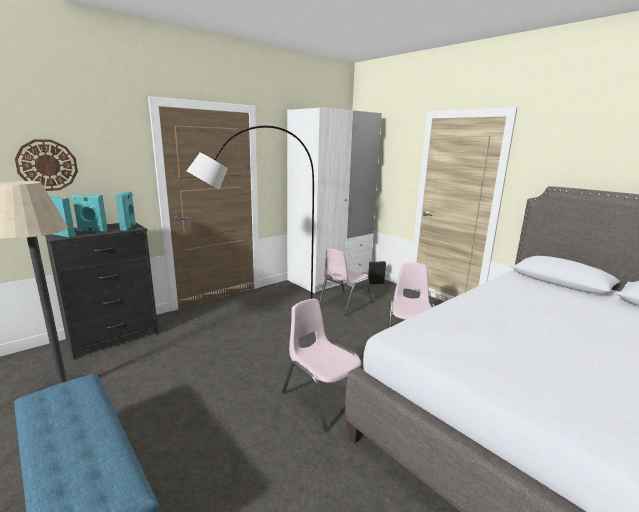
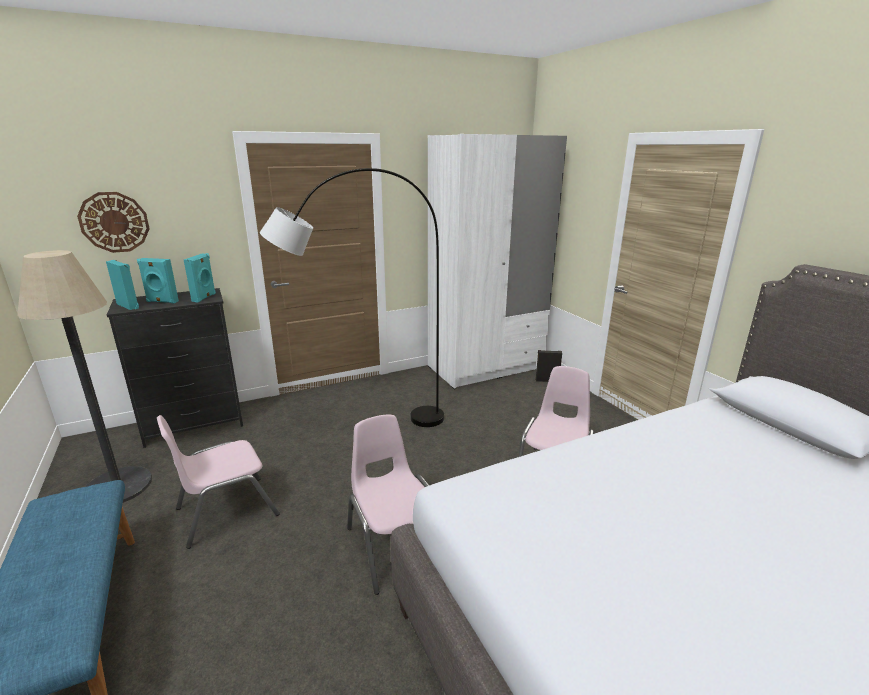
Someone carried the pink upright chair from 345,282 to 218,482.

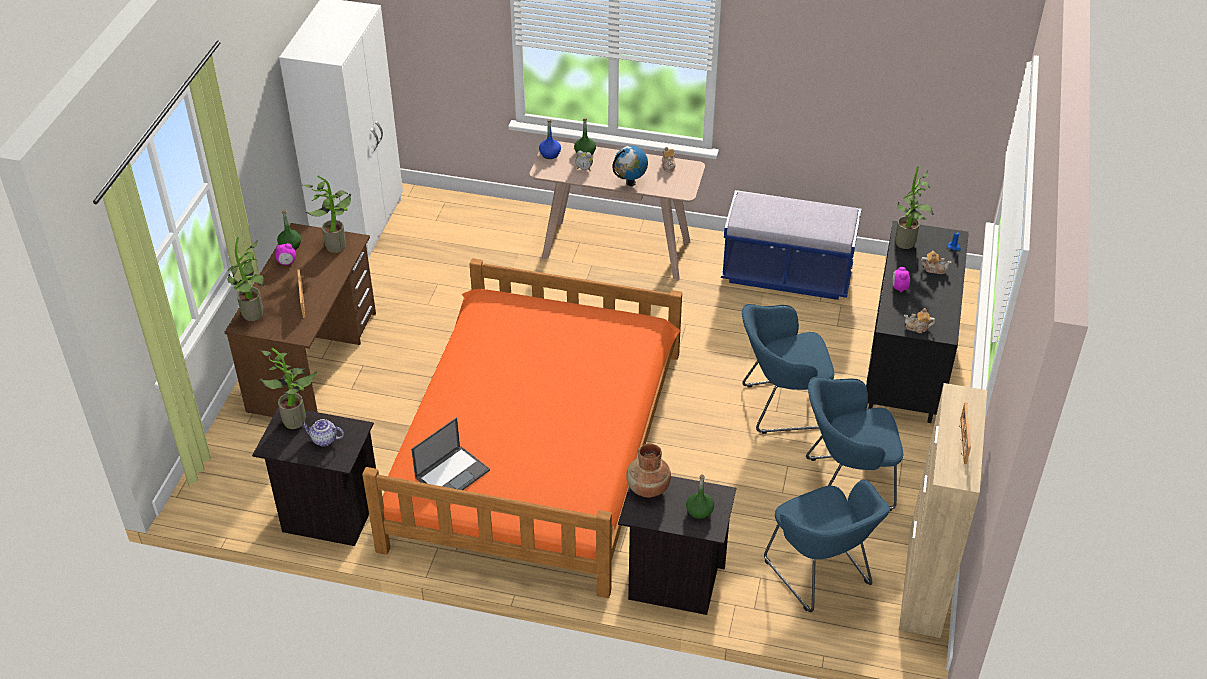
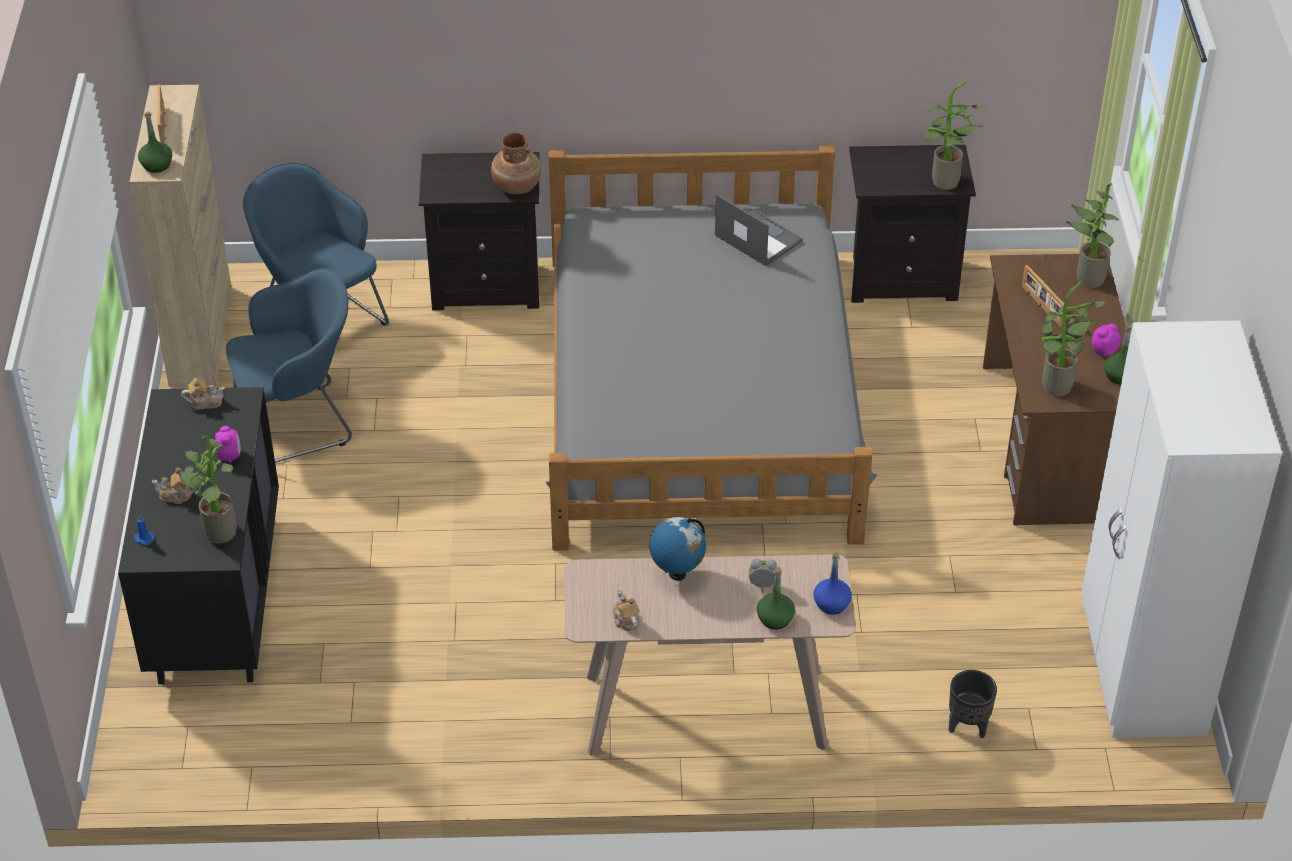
Someone took away the teapot at 322,432.
Someone repainted the orange-coloured bedroom bed at 522,428, which became the greyish bedroom bed at 711,348.
Someone rotated the notebook computer at 450,453 by 105 degrees clockwise.
Someone carried the green-coloured drink bottle from 700,497 to 155,142.
Someone took away the bluish bench at 791,245.
Someone took away the bluish lounge chair at 788,369.
Someone put down the black-coloured flower pot at 973,704.

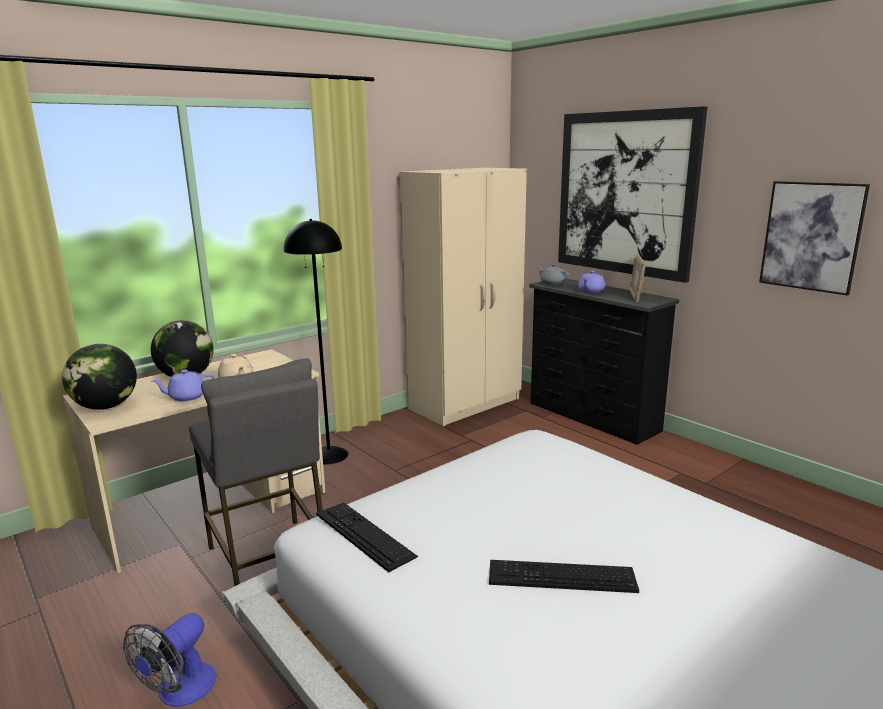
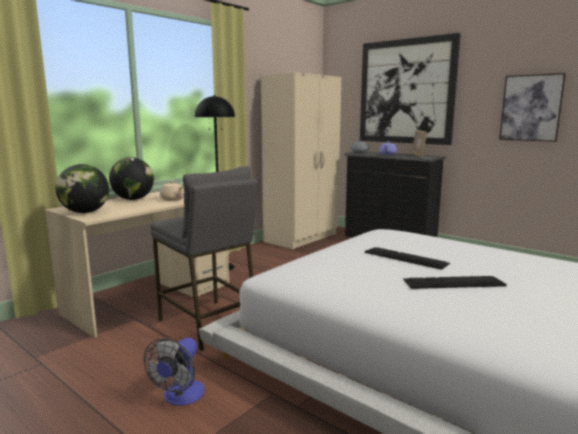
Someone took away the purplish teapot at 183,385.
Someone carried the PC keyboard from 367,537 to 407,258.

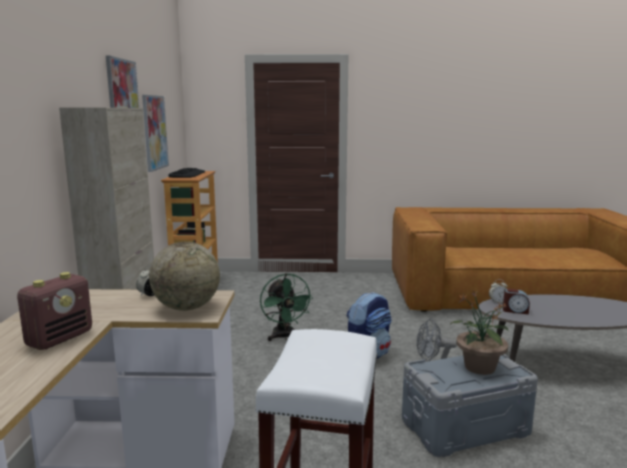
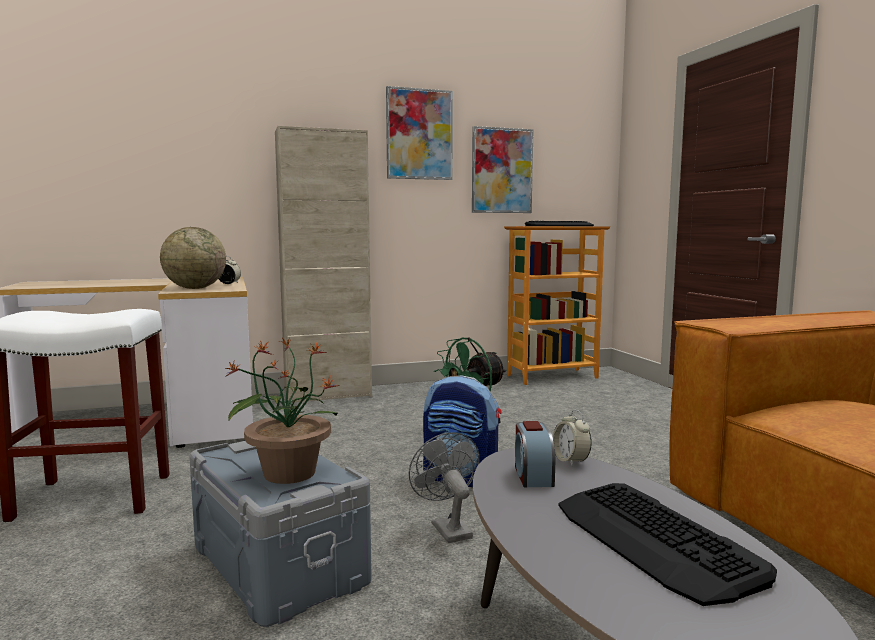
Someone took away the radio set at 54,311.
Someone put down the PC keyboard at 667,544.

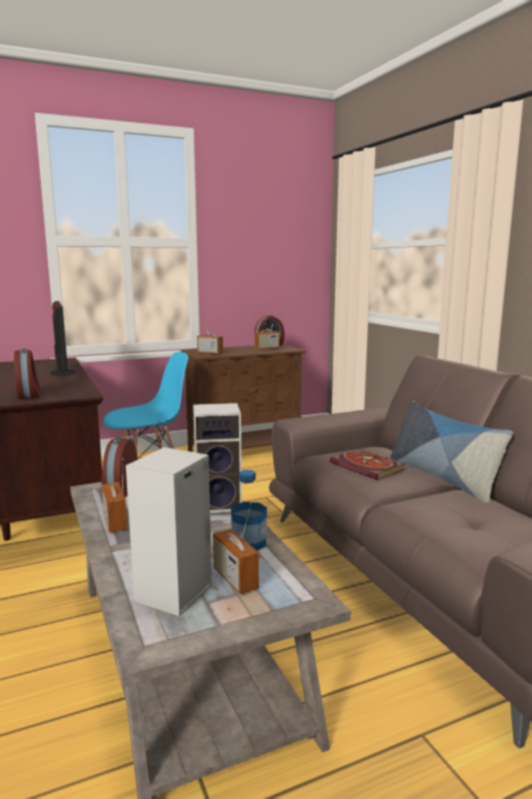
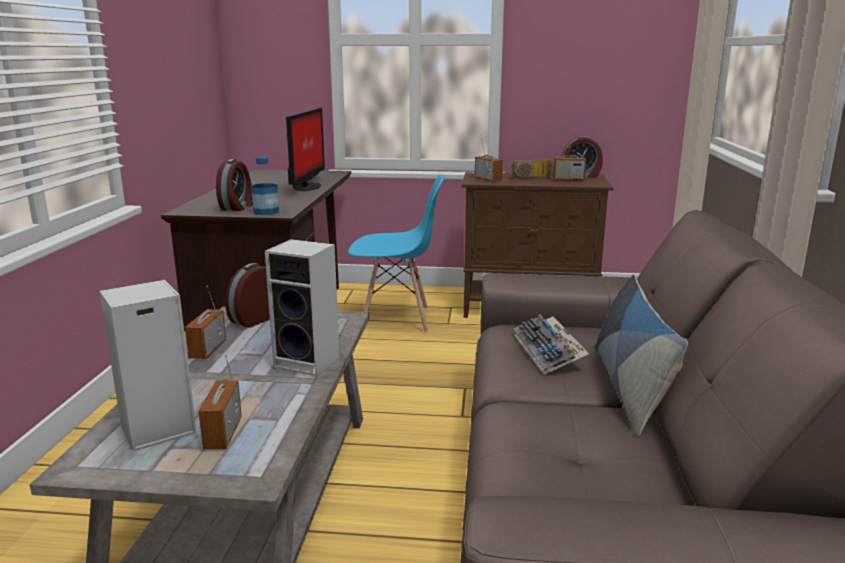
Someone carried the drink bottle from 249,510 to 265,186.
Someone swapped the volume at 367,464 for the PC keyboard at 551,344.
Someone put down the radio set at 531,169.

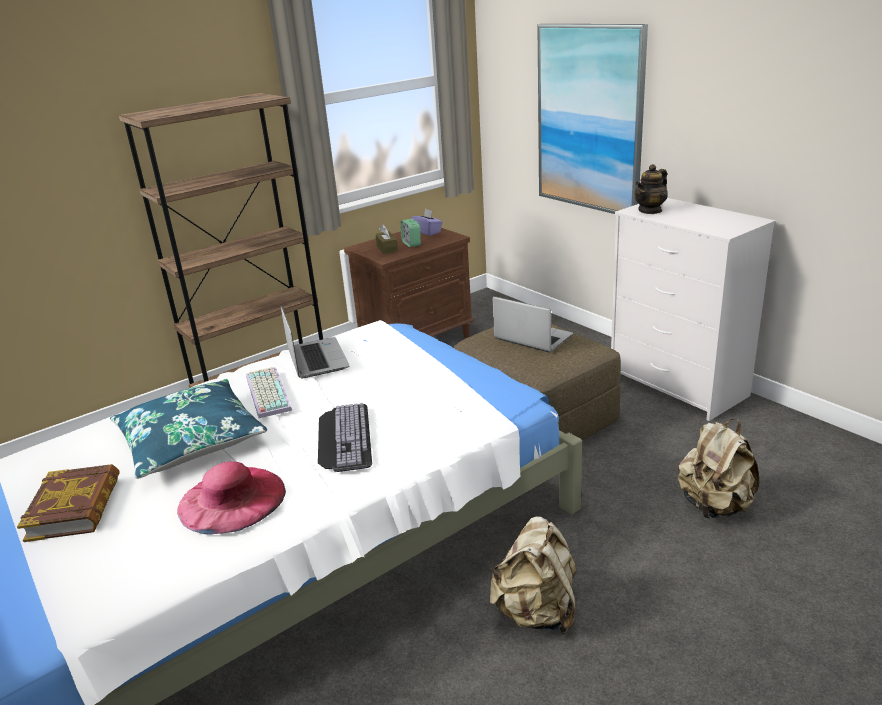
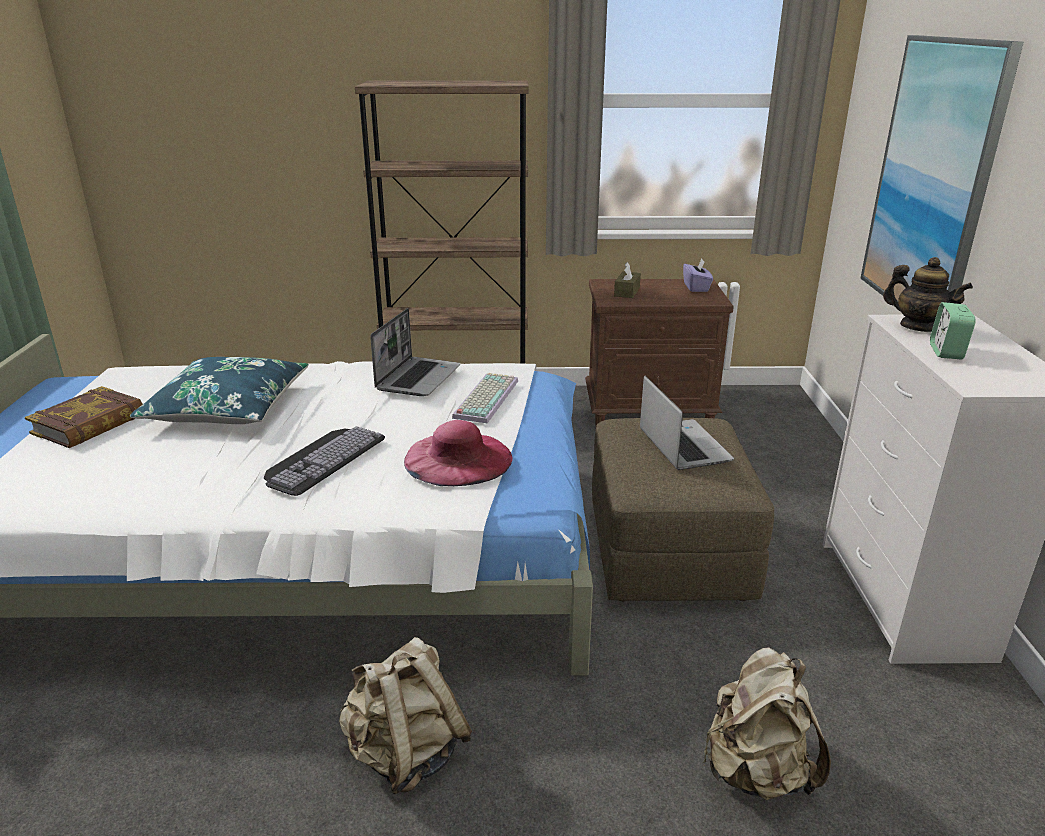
Someone carried the pink hat from 231,498 to 458,453.
Someone carried the PC keyboard from 269,392 to 485,398.
Someone carried the alarm clock from 411,233 to 953,331.
Someone rotated the teapot at 650,189 by 135 degrees counterclockwise.

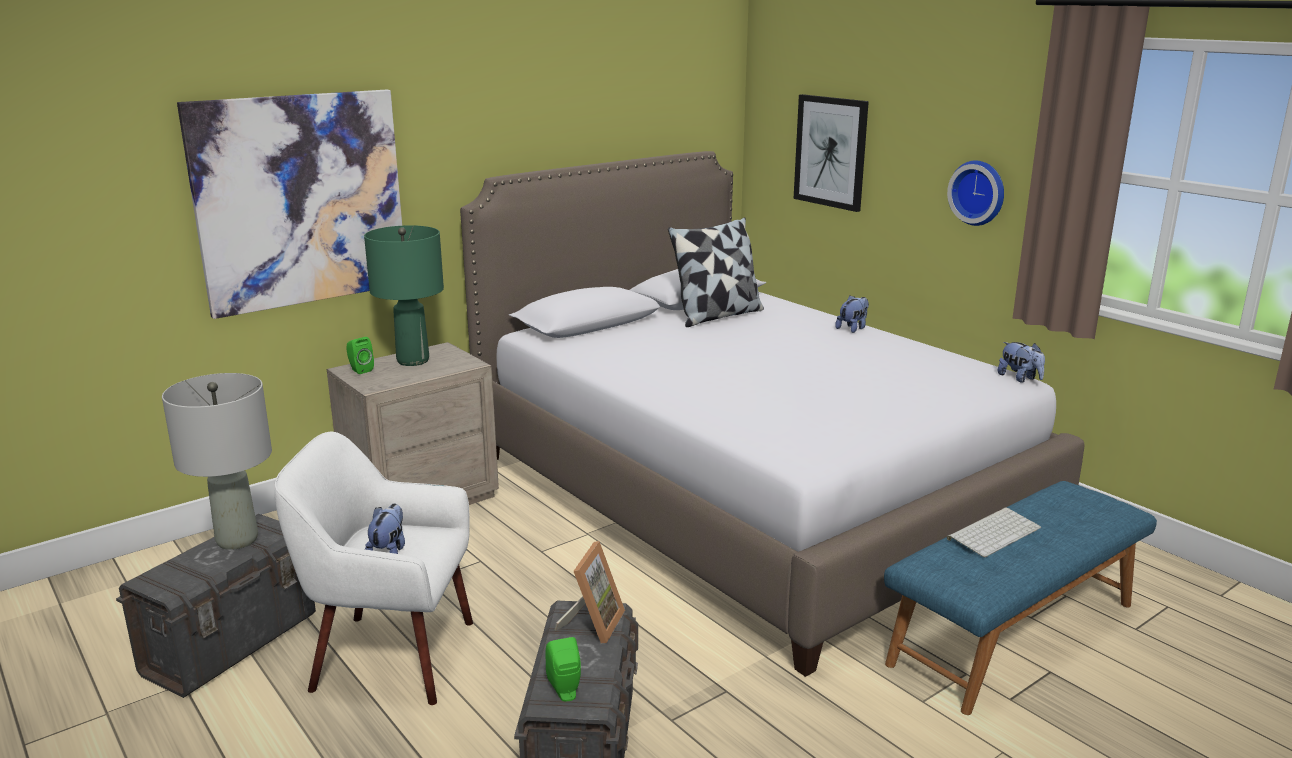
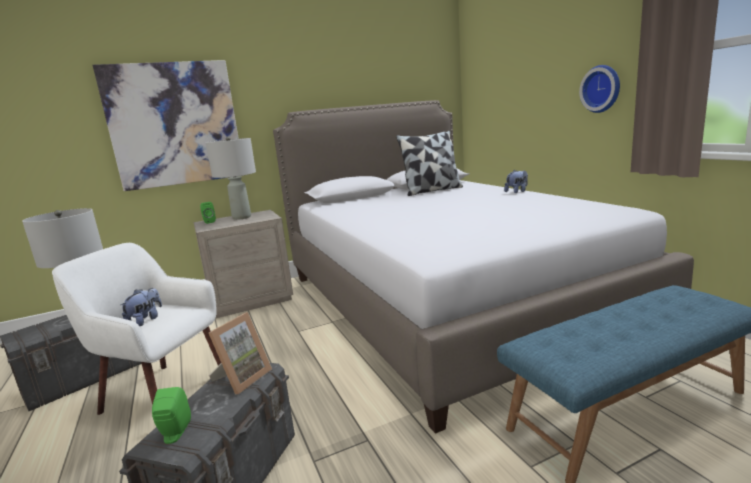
Someone repainted the green-coloured tabletop lamp at 404,295, which became the greyish tabletop lamp at 231,178.
Someone took away the wall art at 831,153.
Someone took away the PC keyboard at 994,532.
Someone took away the cuddly toy at 1021,362.

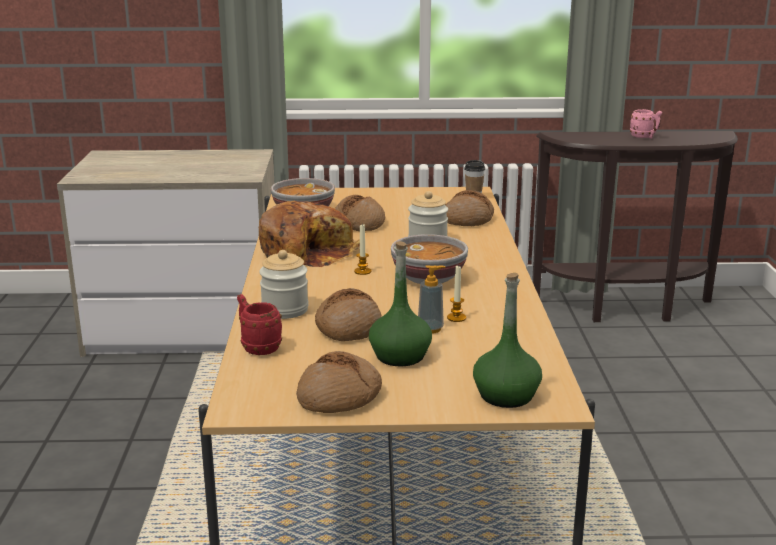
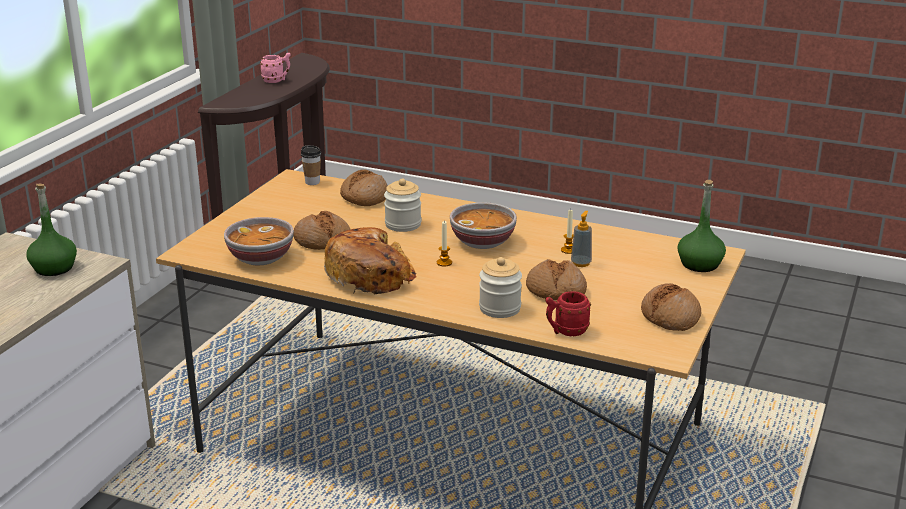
Someone carried the green-coloured drink bottle from 400,303 to 51,230.

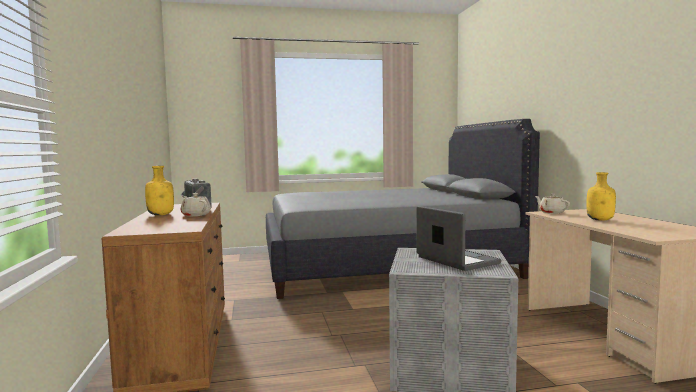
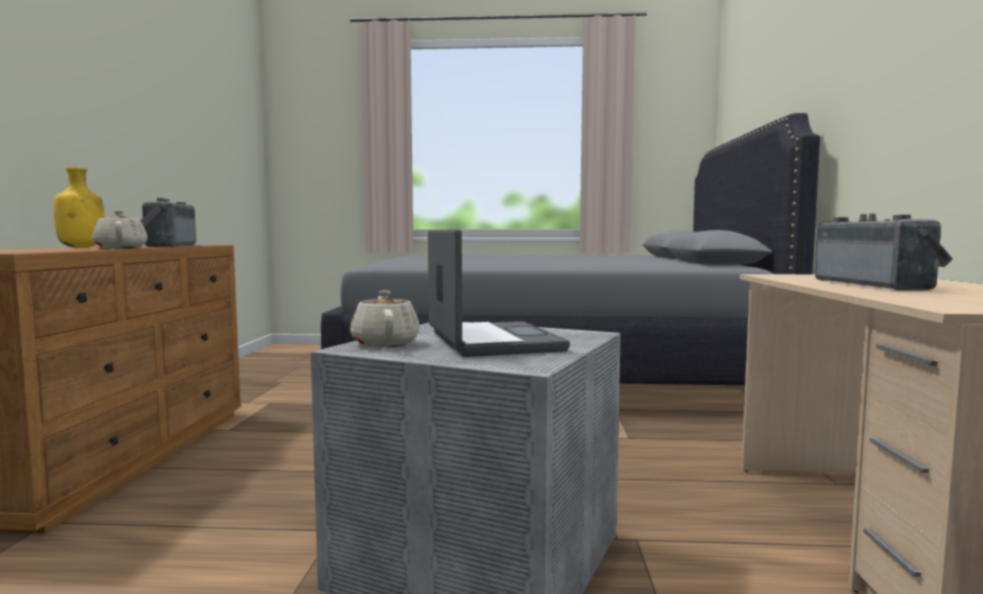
Someone carried the beige teapot from 552,204 to 385,318.
Someone swapped the yellow-coloured drink bottle at 601,196 for the radio set at 884,252.

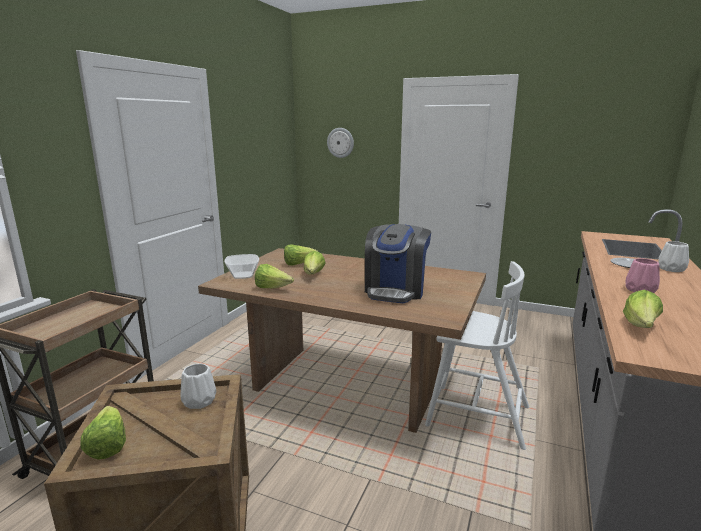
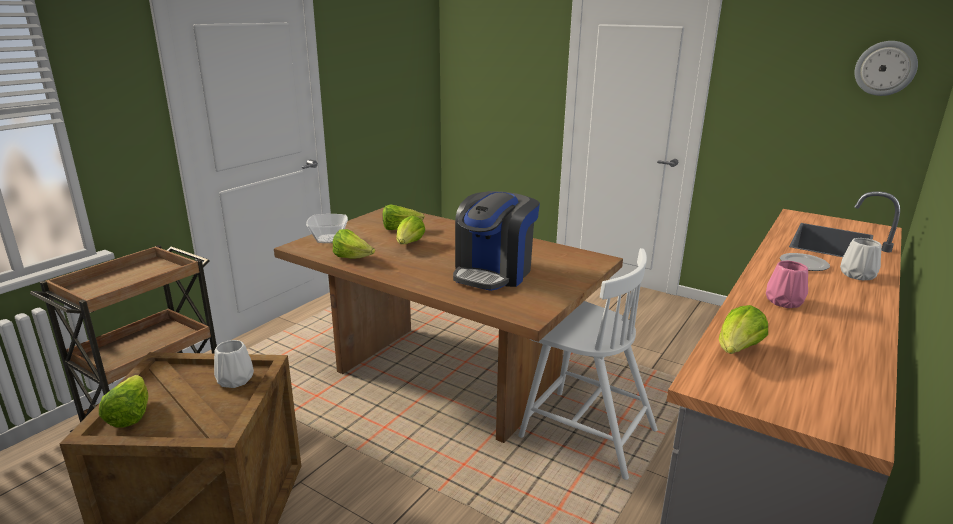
Someone carried the wall clock from 340,143 to 886,68.

